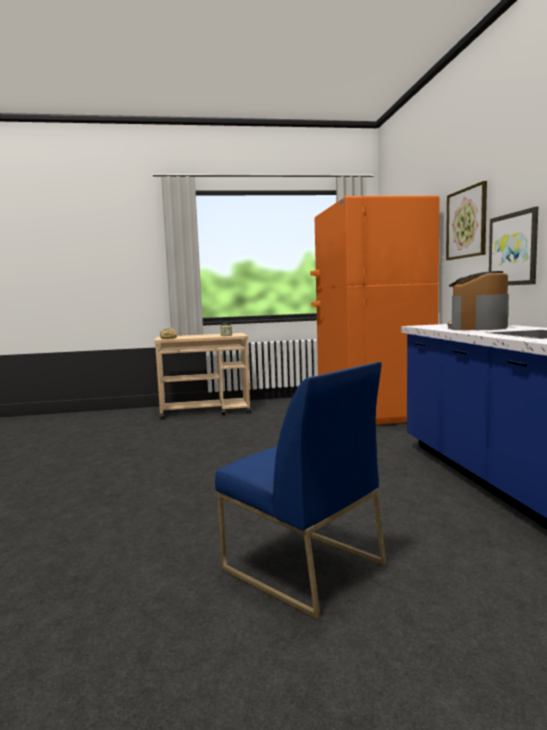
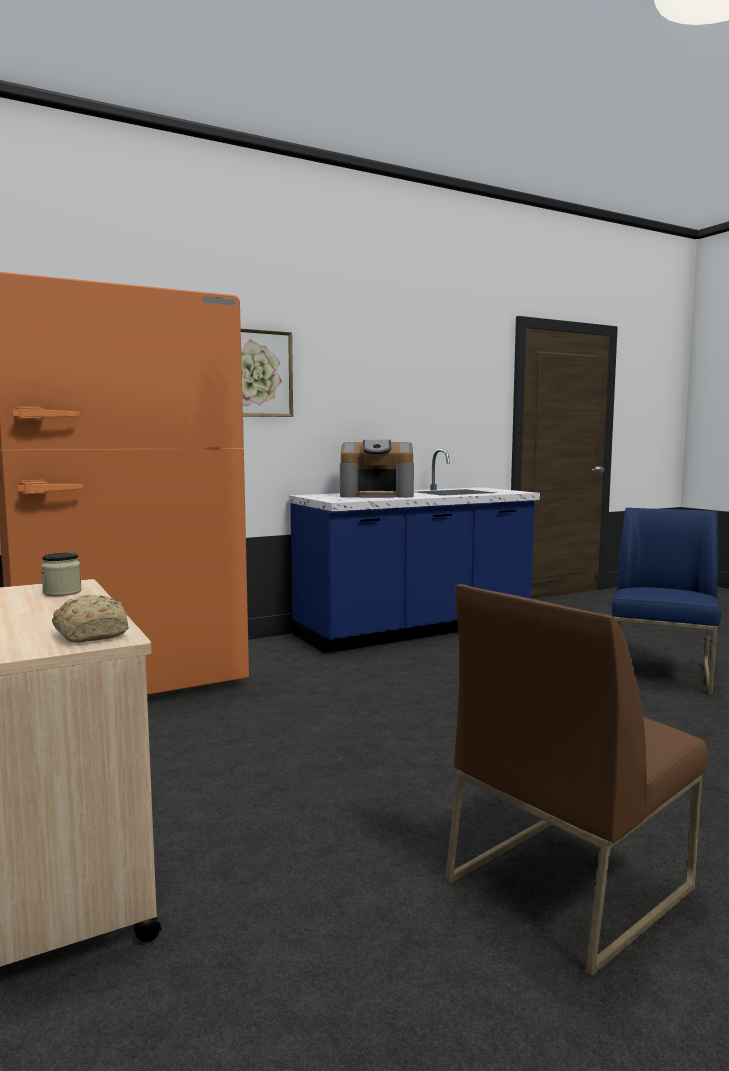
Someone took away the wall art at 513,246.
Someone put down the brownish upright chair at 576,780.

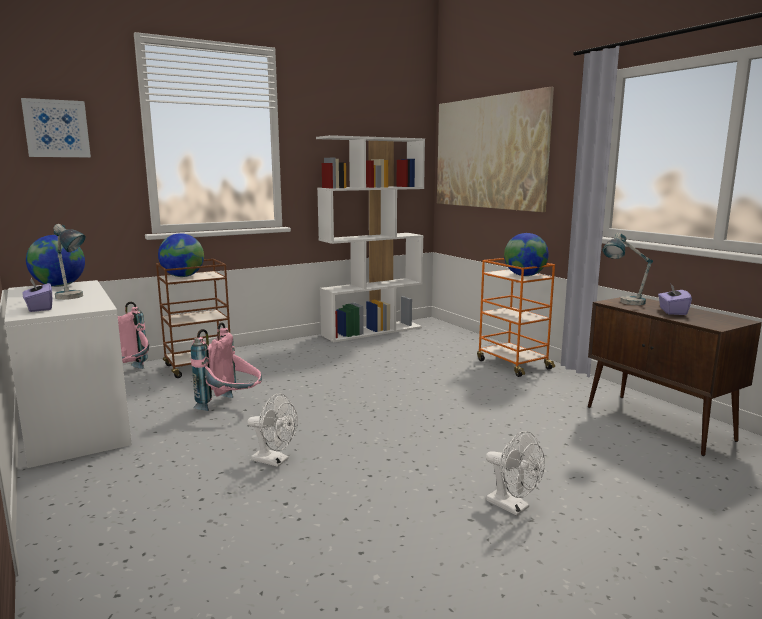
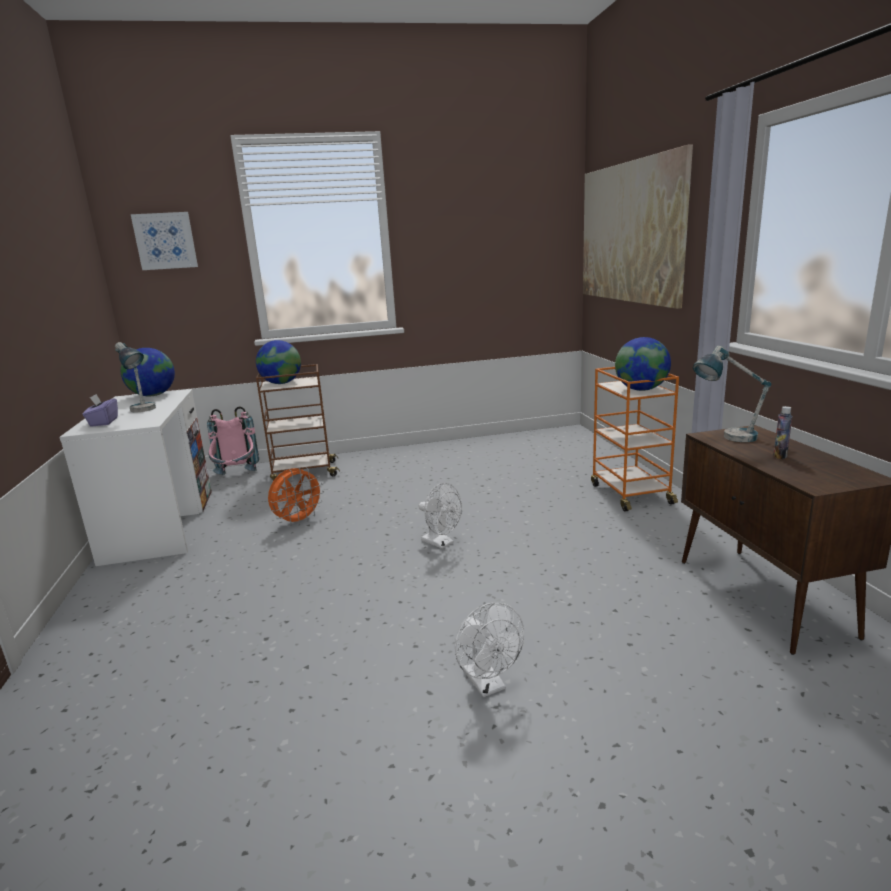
Someone swapped the pink knapsack at 226,366 for the orange-coloured electric fan at 296,496.
Someone carried the white electric fan from 272,430 to 440,516.
Someone took away the white bookshelf at 370,238.
Someone swapped the purplish box of tissues at 675,299 for the drink bottle at 782,432.

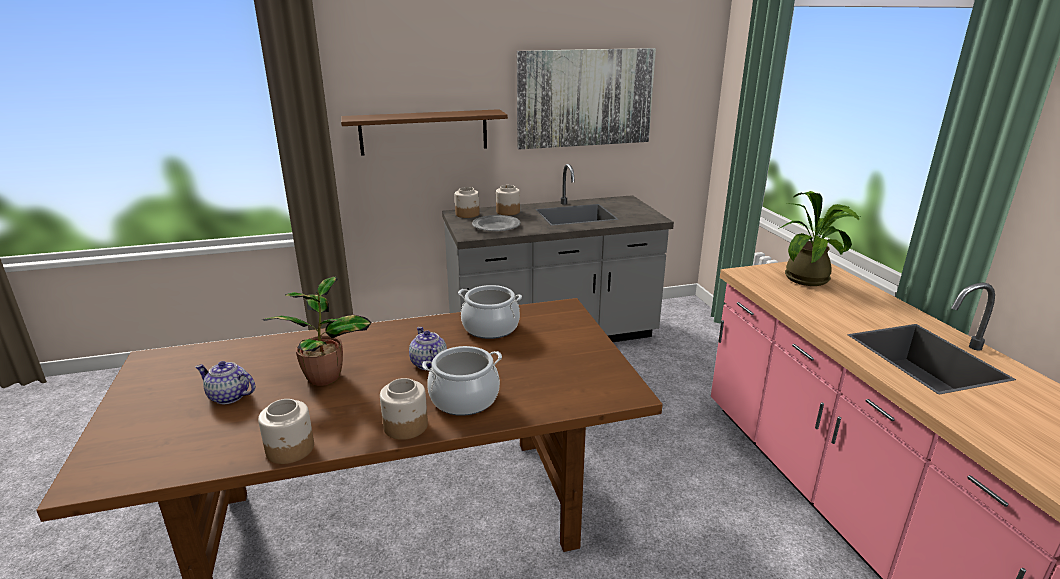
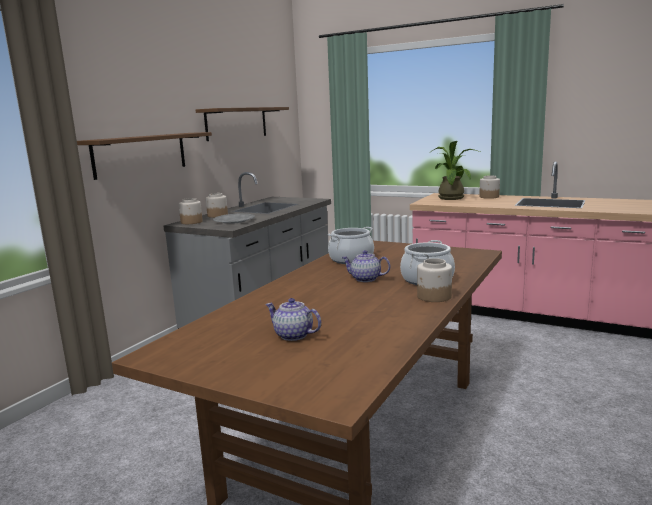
Someone rotated the teapot at 225,382 by 60 degrees clockwise.
Someone carried the preserve jar from 286,431 to 489,187.
Someone took away the houseplant at 316,331.
Someone swapped the wall art at 586,98 for the brownish shelf at 242,124.

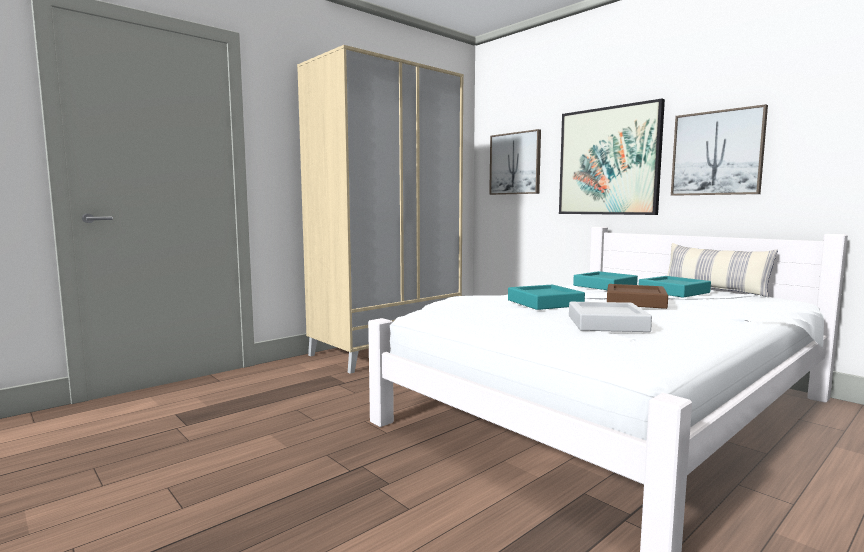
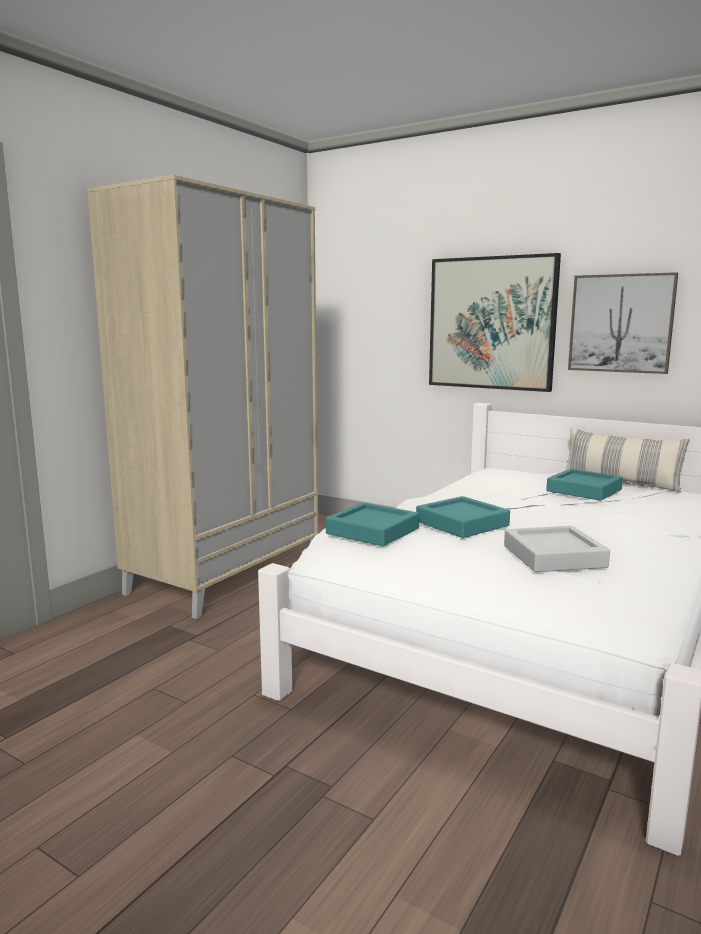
Someone took away the wall art at 515,162.
Someone carried the turquoise-coloured carrying tray from 605,280 to 372,524.
Someone took away the brownish carrying tray at 637,296.

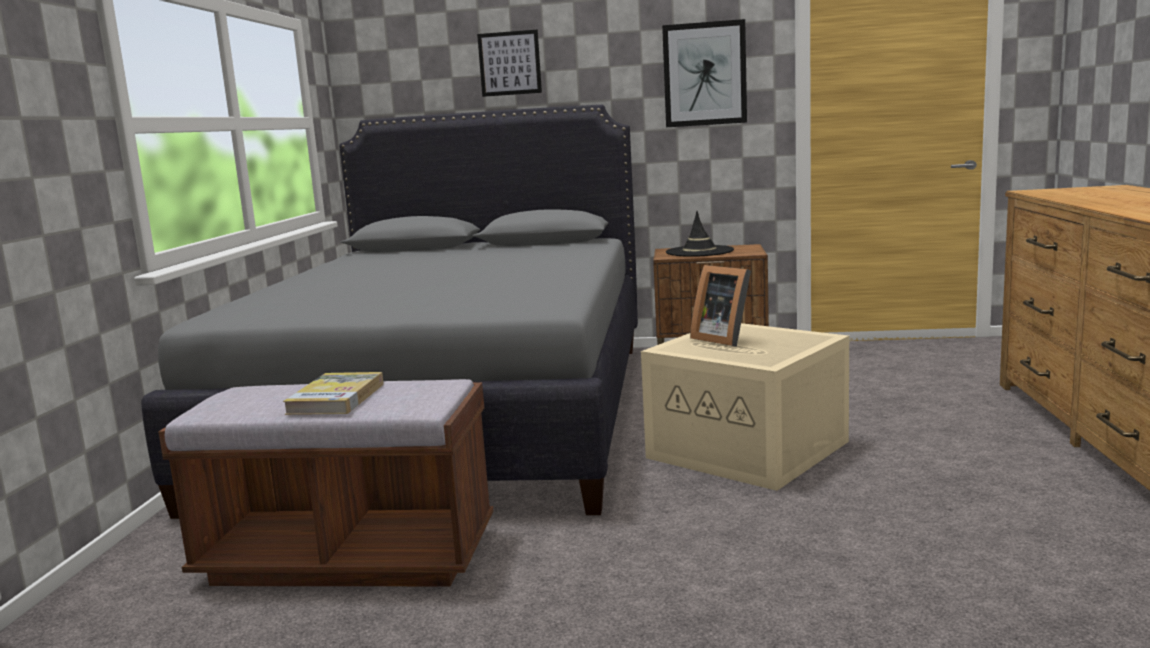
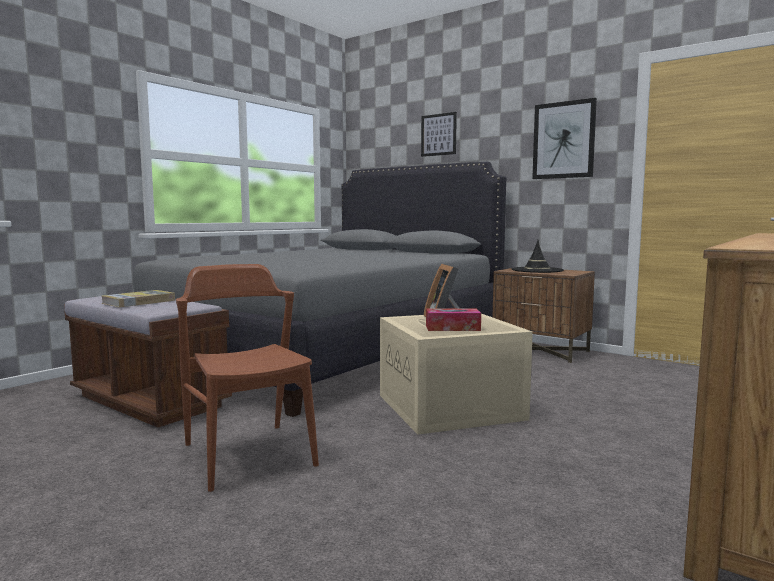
Someone put down the brownish upright chair at 247,378.
Someone put down the box of tissues at 453,319.

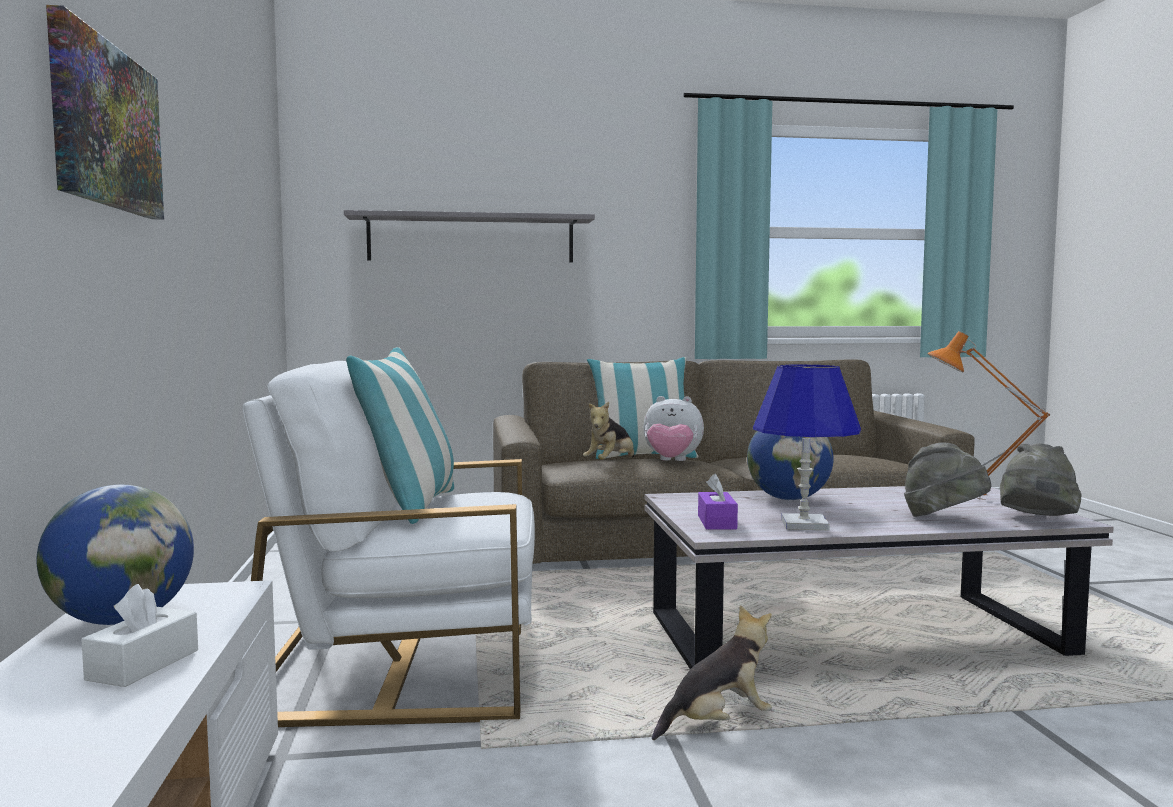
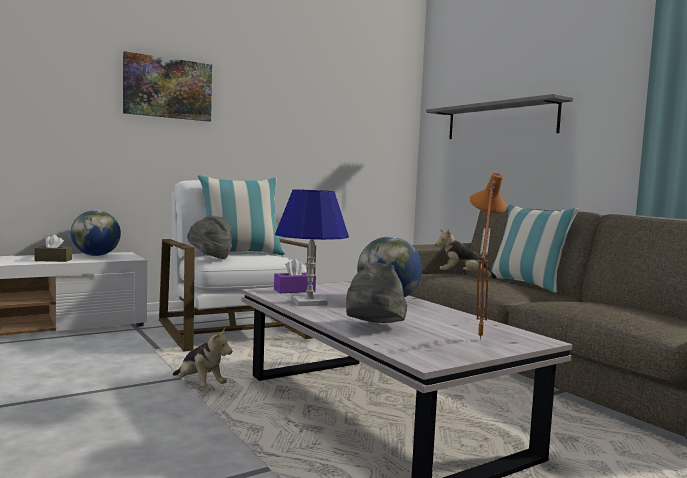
Someone repainted the white box of tissues at 139,635, which became the brownish box of tissues at 53,248.
Someone took away the cuddly toy at 673,428.
Someone carried the greyish hat from 1041,479 to 209,237.

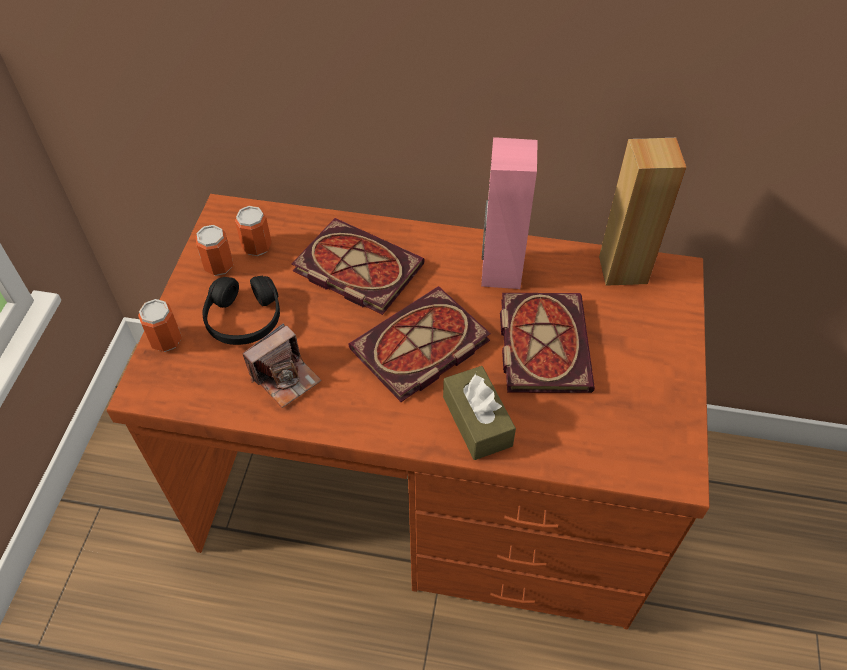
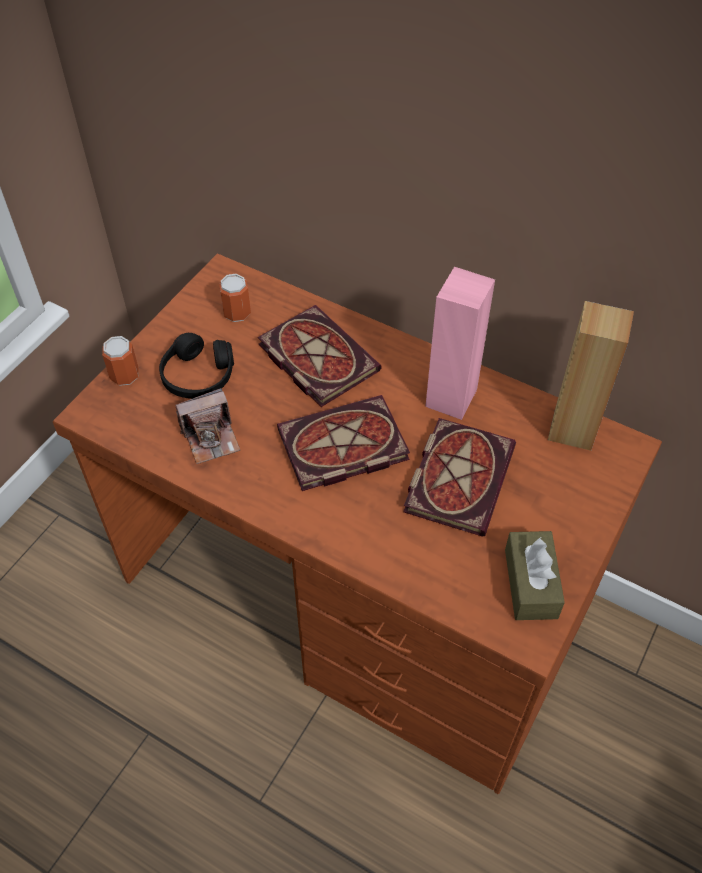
Someone took away the metal can at 214,250.
Someone carried the brownish box of tissues from 479,413 to 535,575.

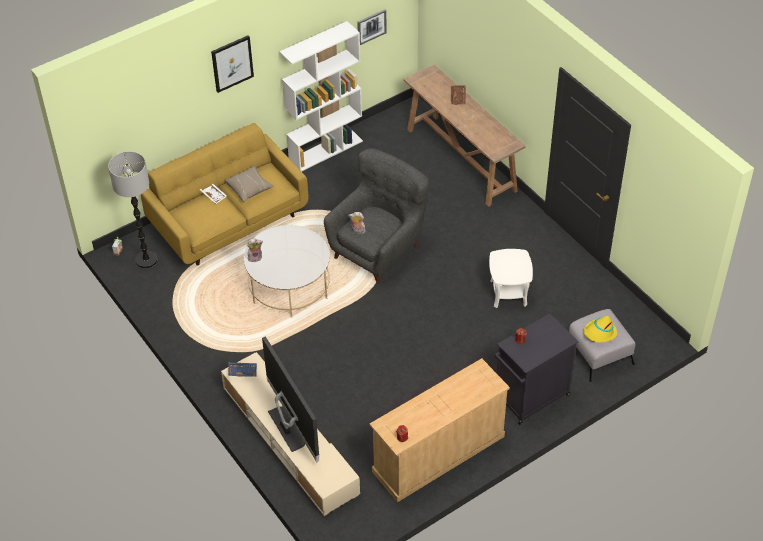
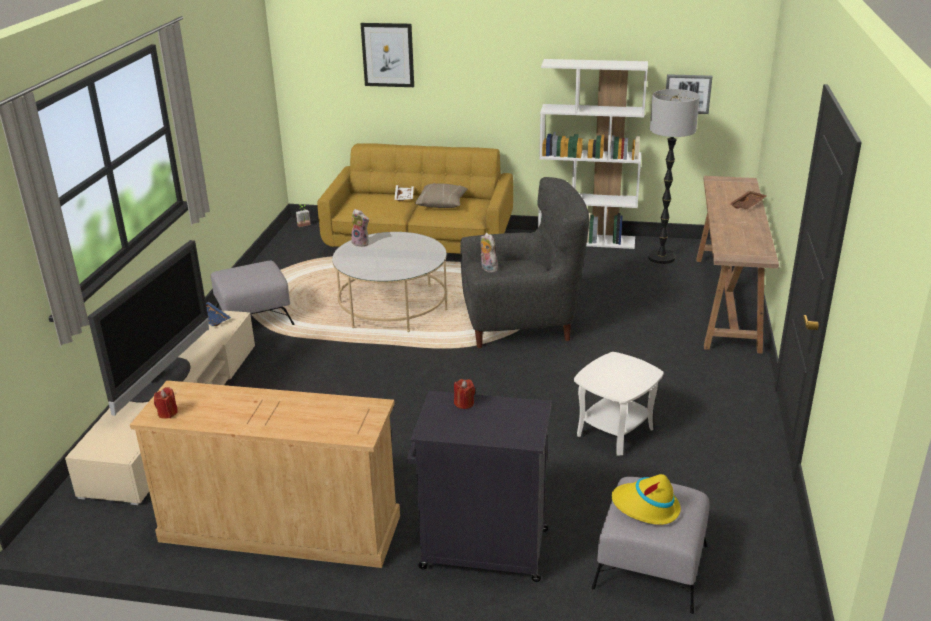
Someone carried the standard lamp from 132,209 to 674,176.
Someone carried the wall art from 232,64 to 387,55.
Someone put down the greyish footrest at 253,293.

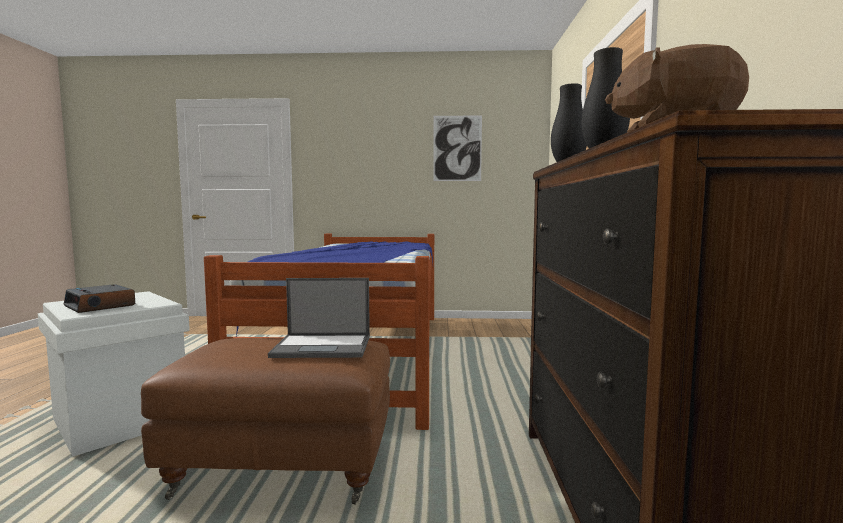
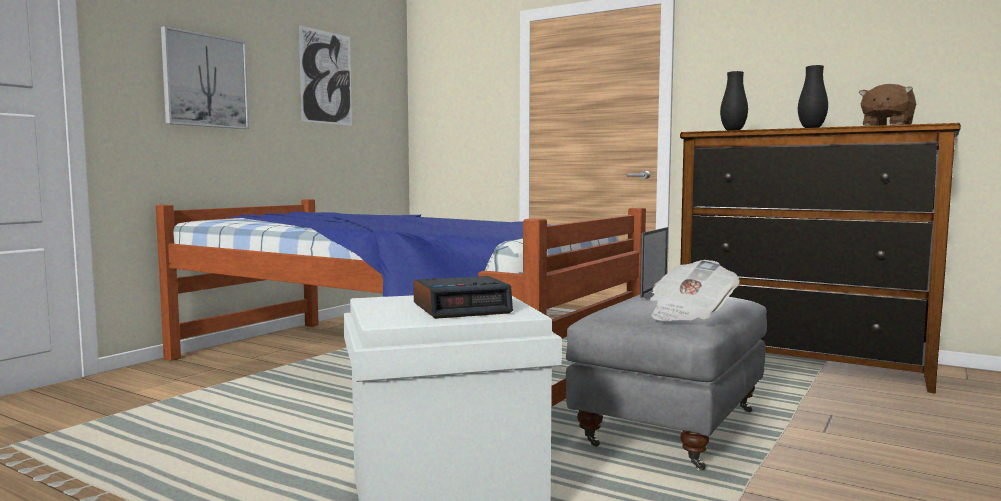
Someone repainted the brownish footrest at 265,421, which became the greyish footrest at 666,383.
Someone put up the wall art at 205,77.
Someone put down the newspaper at 695,290.

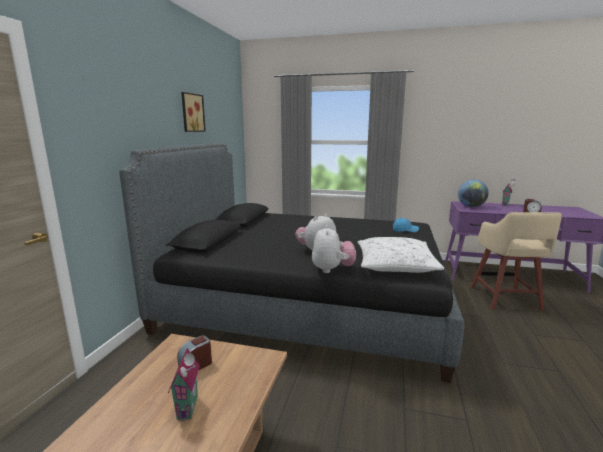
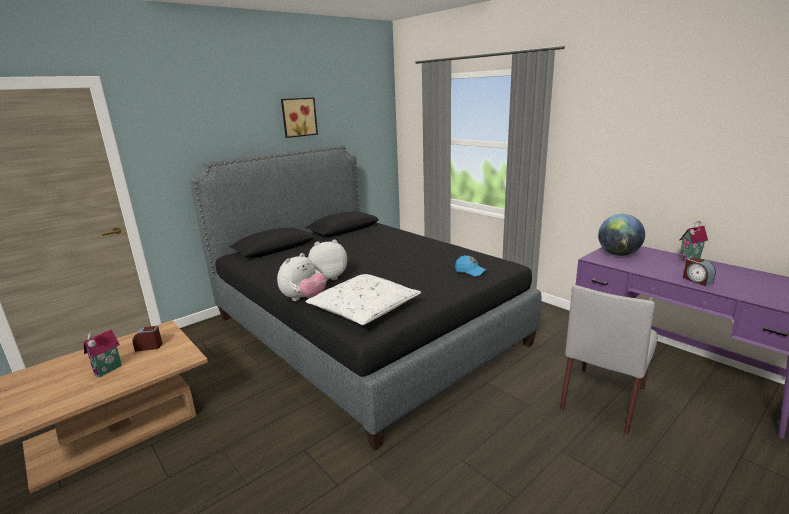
Someone swapped the beige stool seat at 516,261 for the greyish upright chair at 609,359.

